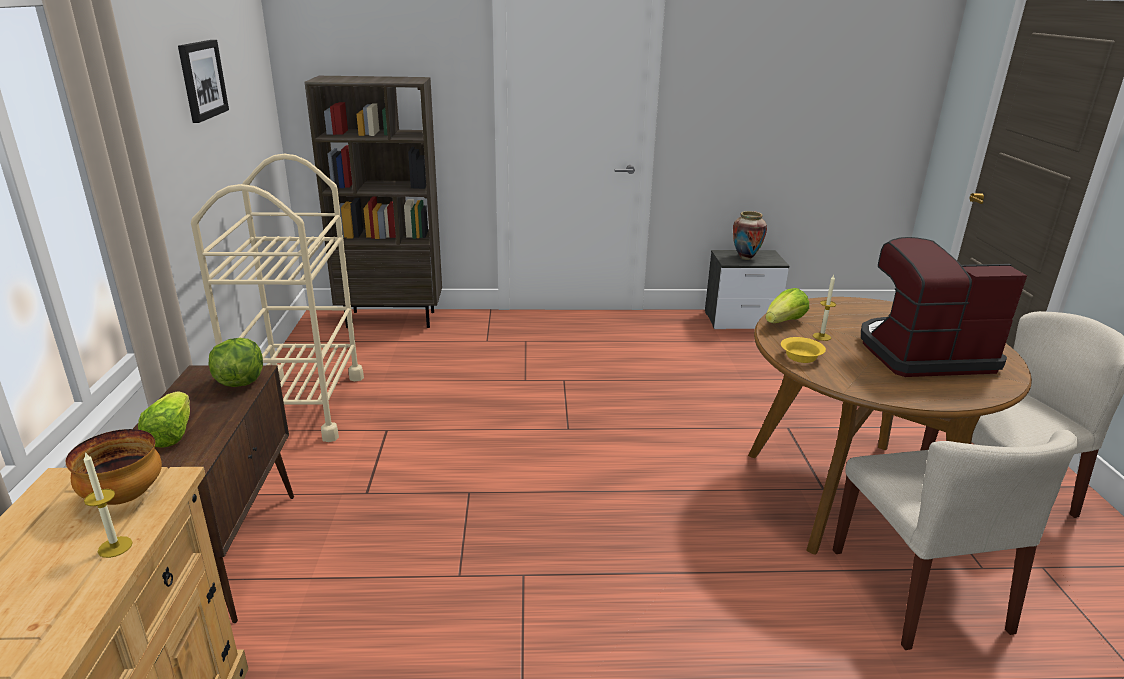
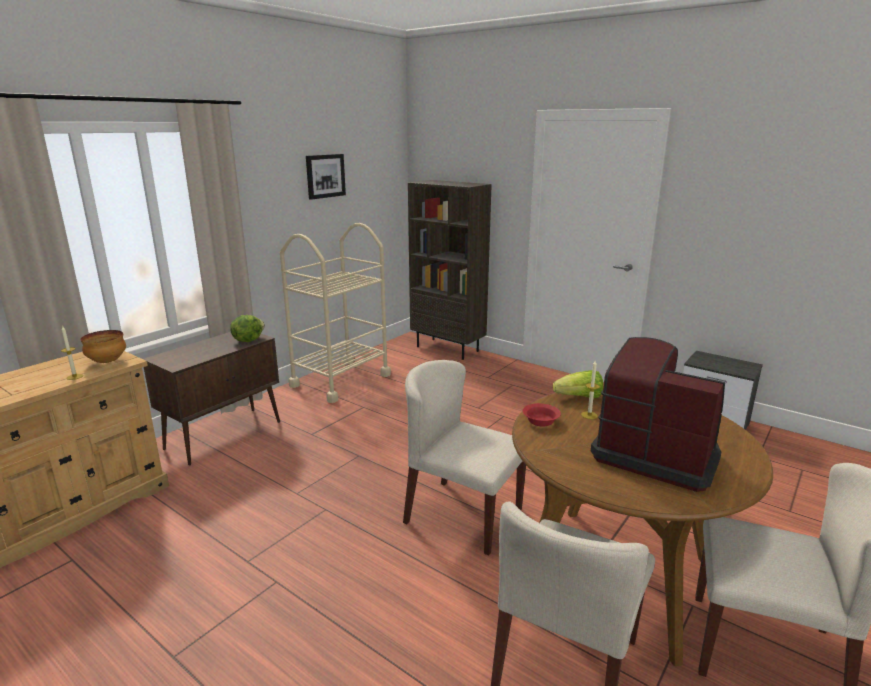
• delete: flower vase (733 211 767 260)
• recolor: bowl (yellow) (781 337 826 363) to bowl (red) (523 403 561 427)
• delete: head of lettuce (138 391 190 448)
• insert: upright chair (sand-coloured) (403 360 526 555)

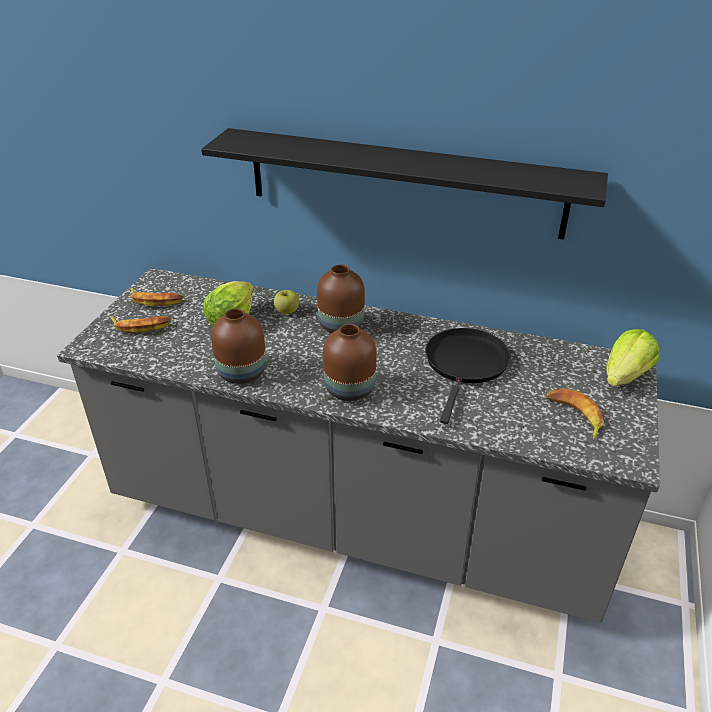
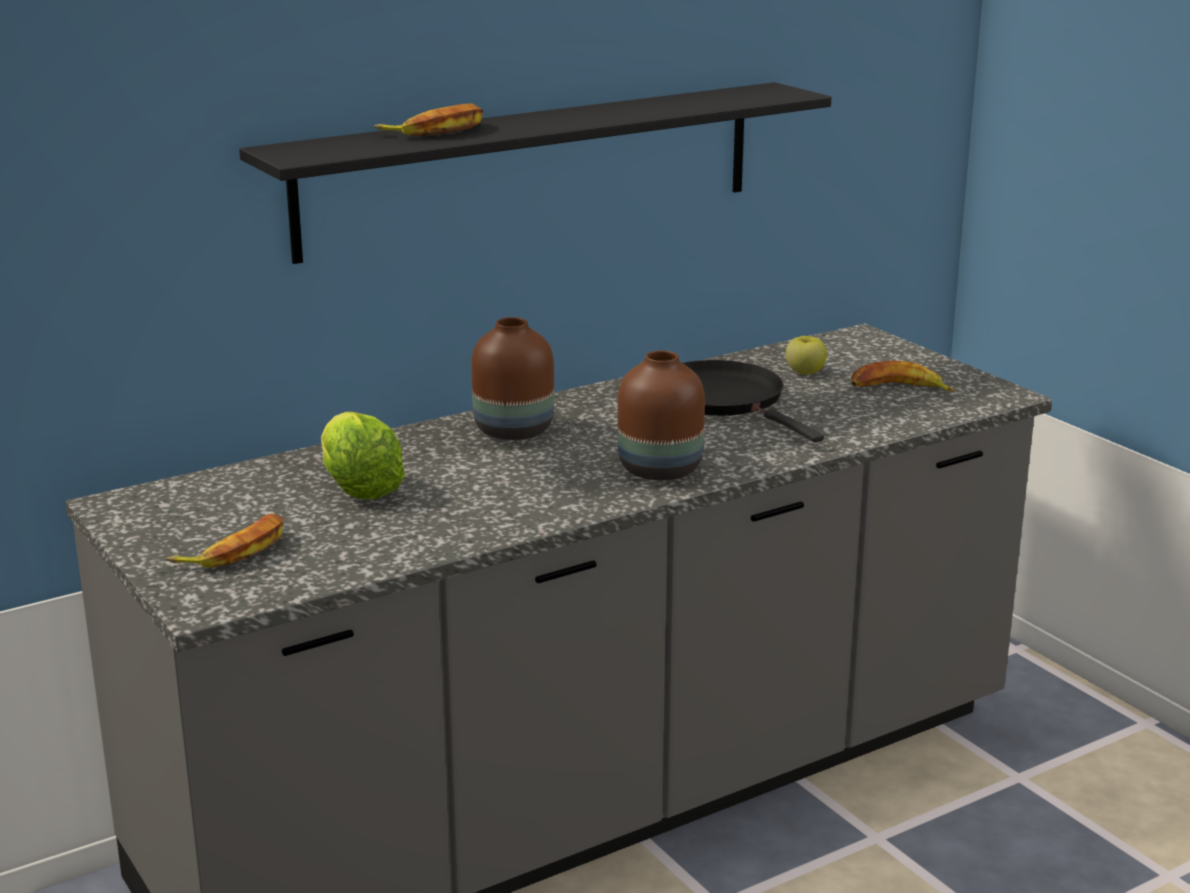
• move: banana fruit (130 287 184 306) to (374 103 483 136)
• move: apple (274 290 299 314) to (786 336 827 375)
• delete: flower vase (brownish) (211 308 266 384)
• delete: head of lettuce (606 329 660 386)

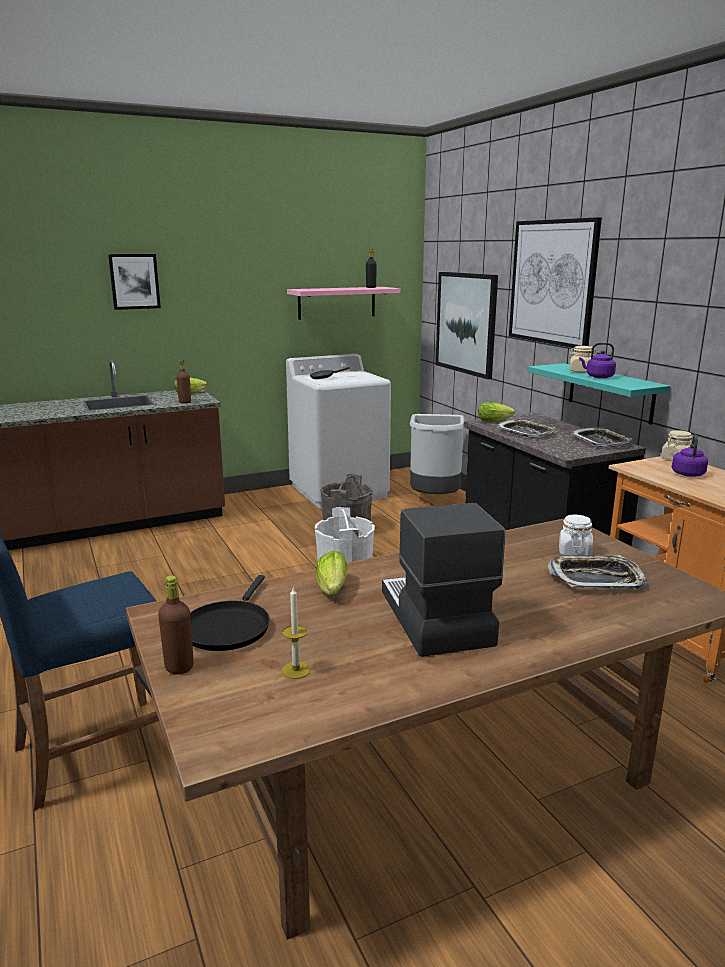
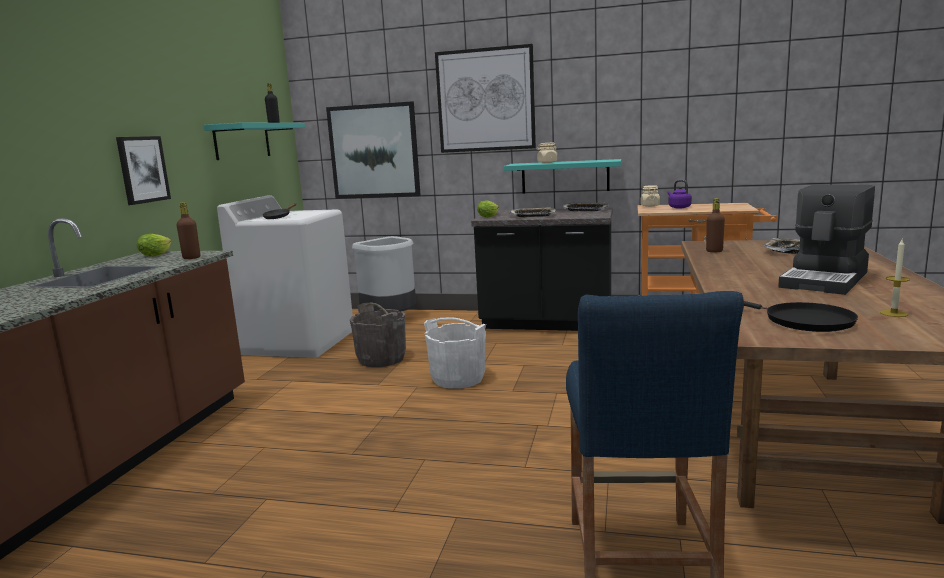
• move: picture (108 254 161 310) to (116 136 171 205)
• recolor: shelf (pink-coloured) (287 287 400 320) to shelf (turquoise-coloured) (203 122 305 160)
• delete: kettle (purple) (579 342 616 378)
• rotate: coffee maker (382 503 505 657) = (778 185 875 295) 75 degrees counterclockwise
• delete: storage jar (whitish) (559 515 593 556)
• delete: head of lettuce (316 551 348 595)
• move: bottle (brownish) (158 575 194 674) to (706 198 725 253)

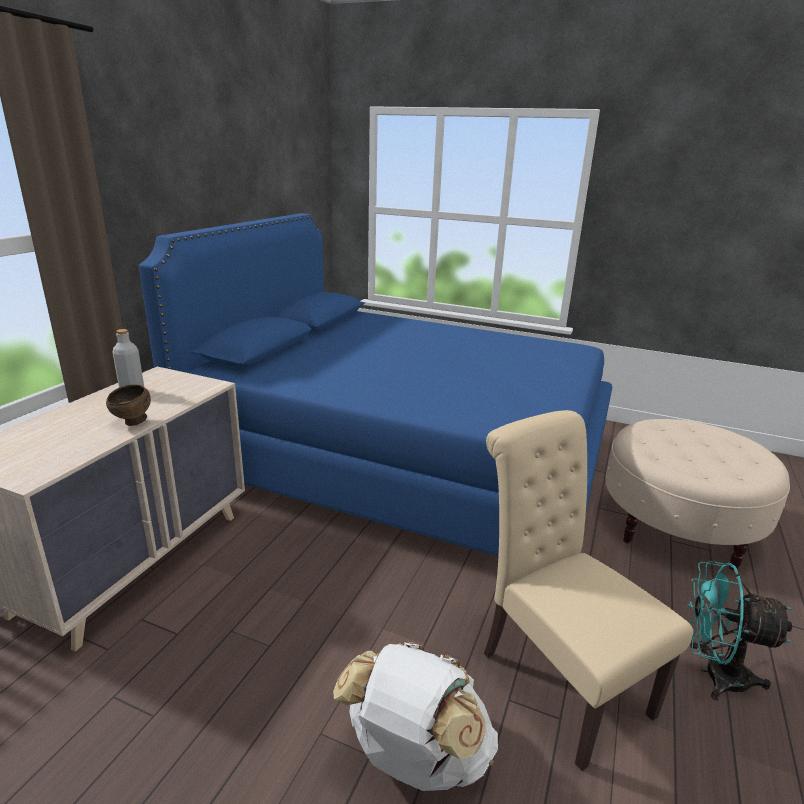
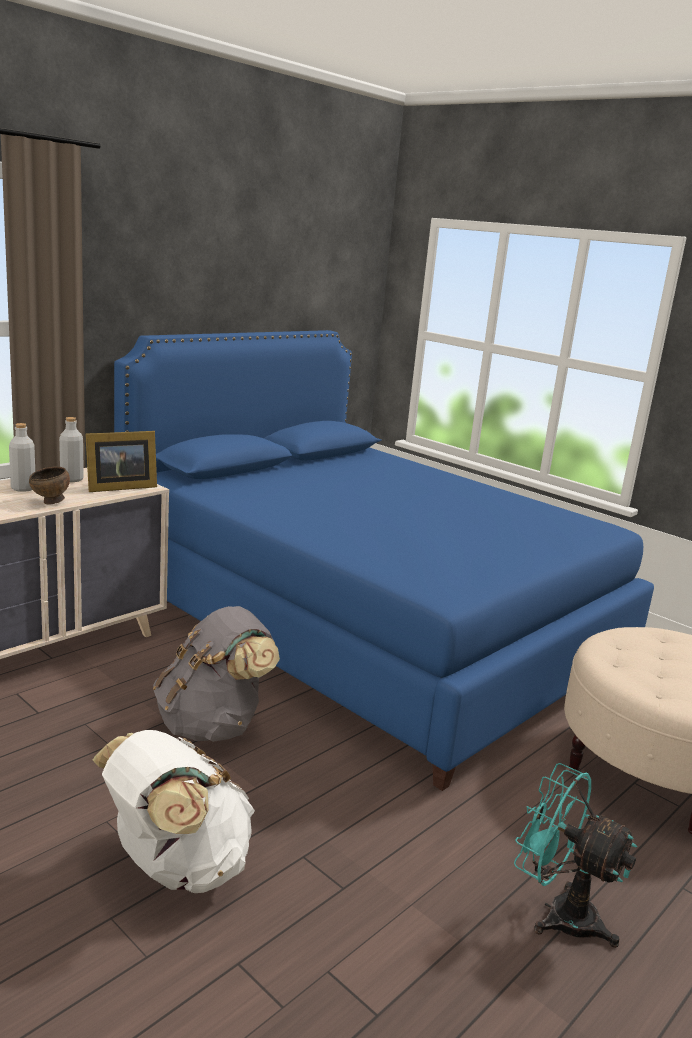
• delete: upright chair (sand-coloured) (484 410 693 771)
• insert: bottle (grey) (9 423 35 492)
• insert: photo frame (85 431 157 492)
• insert: rucksack (grey) (153 606 280 742)

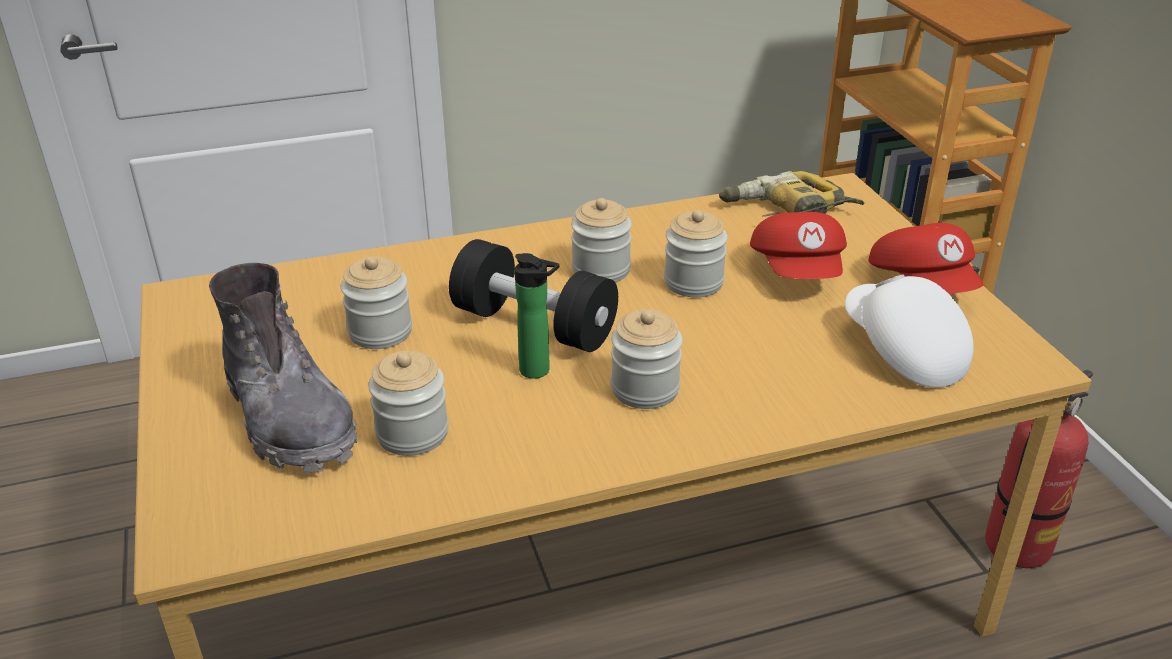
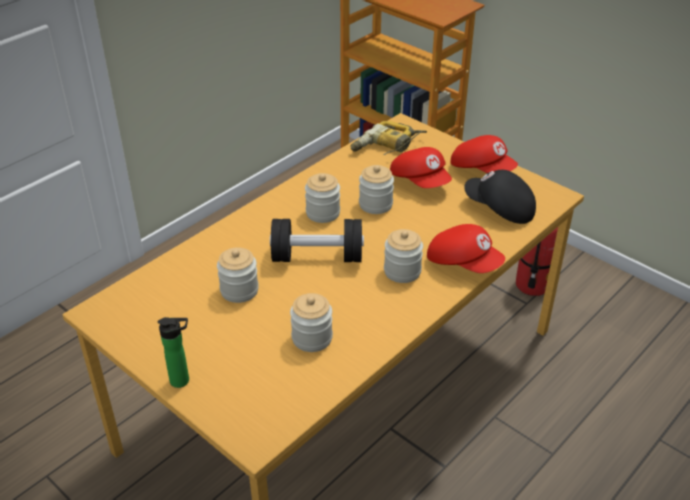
• move: bottle (515 253 560 379) to (157 317 189 388)
• delete: high-top boot (grey) (209 263 358 473)
• recolor: peaked cap (whitish) (845 274 974 388) to peaked cap (blackish) (464 170 536 224)
• insert: peaked cap (red) (427 224 505 273)

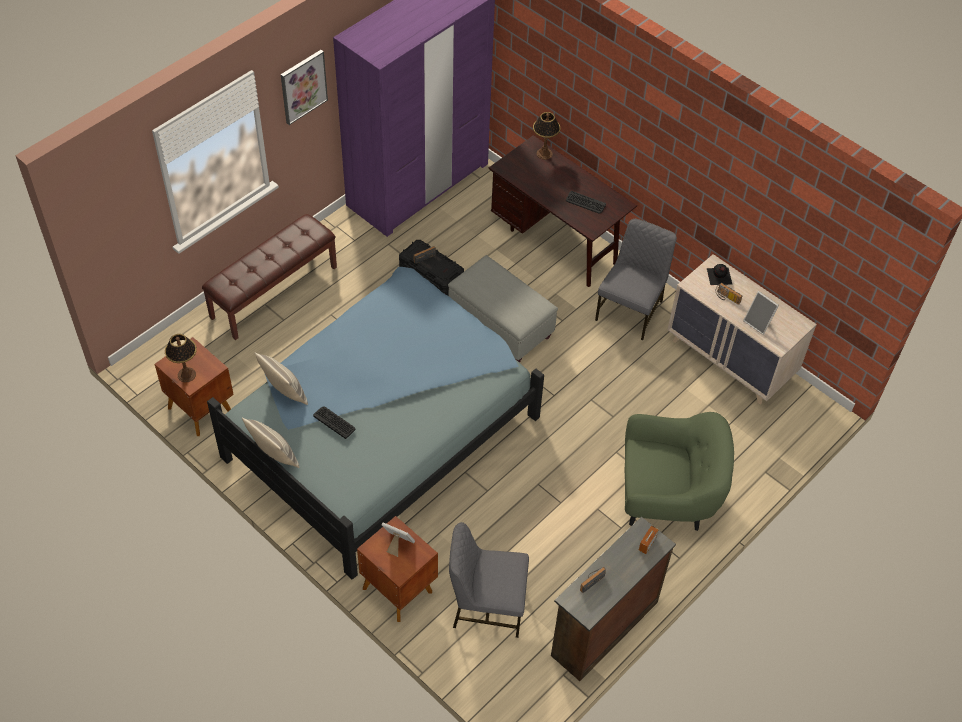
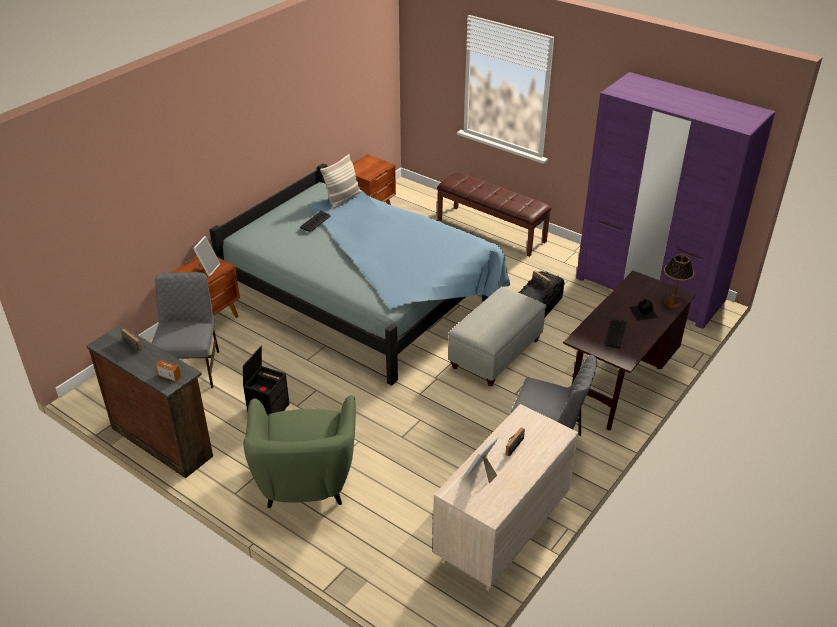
• delete: picture (281 50 328 125)
• move: bottle (blackish) (707 264 732 285) to (629 298 658 321)
• delete: tabletop lamp (165 334 197 382)
• delete: pillow (242 418 299 468)
• insert: storage bin (blackish) (243 346 289 415)

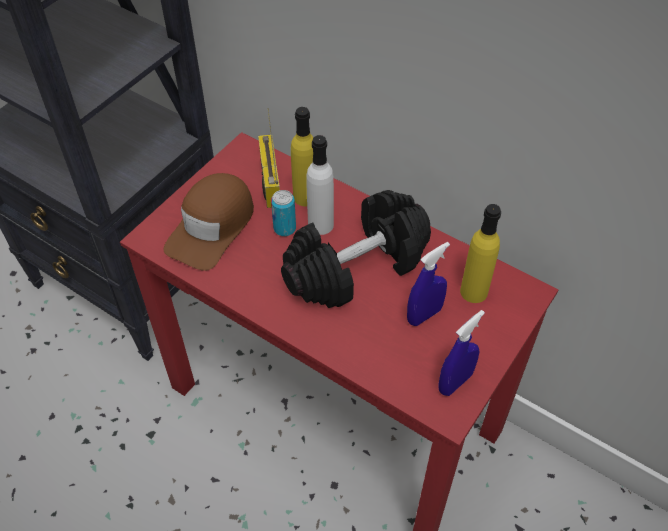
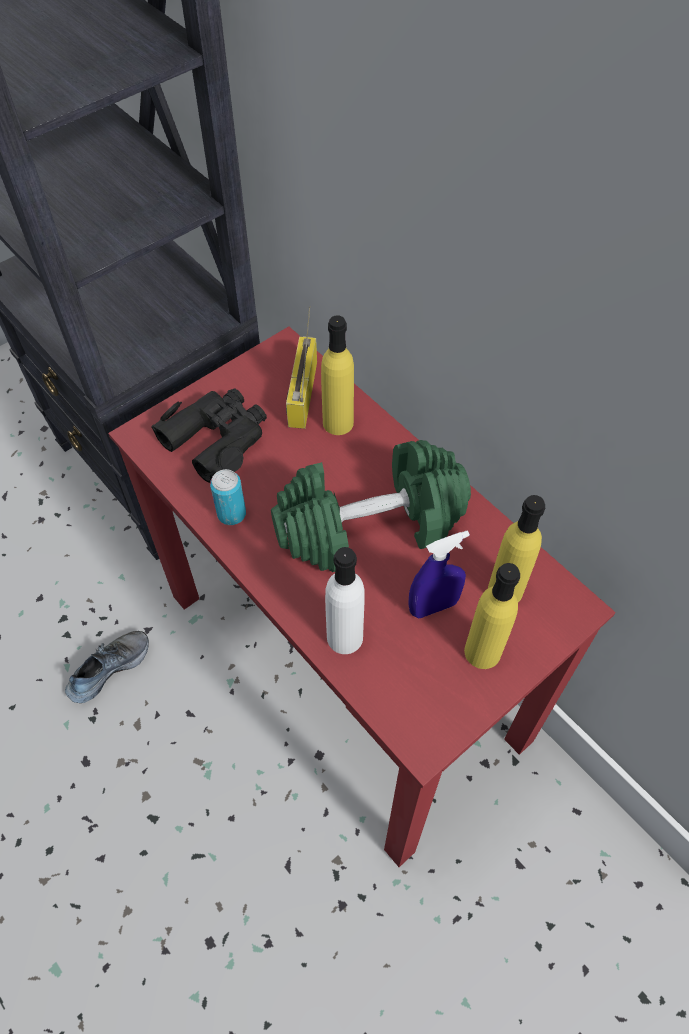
• move: bottle (whitish) (306 135 334 235) to (325 547 365 654)
• replace: peaked cap (brownish) (164 173 254 271) to pair of binoculars (blackish) (151 389 267 483)
• move: sealed can (271 190 296 236) to (210 469 246 525)
• recolor: free weight (blackish) (281 190 431 308) to free weight (green) (271 440 471 572)
• delete: spray bottle (blue) (438 310 485 396)
• insert: bottle (yellow) (464 563 520 669)
• insert: low shoe (65 631 149 703)

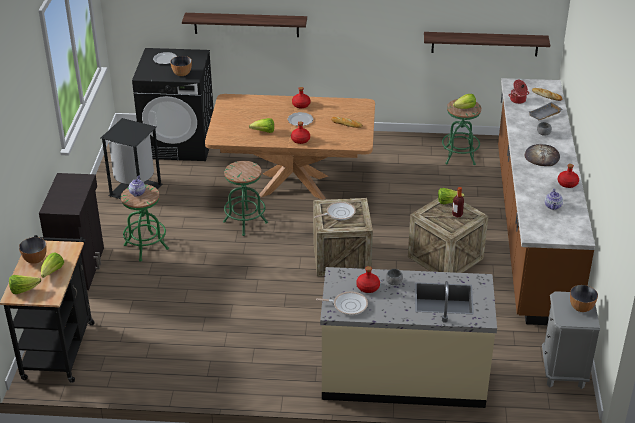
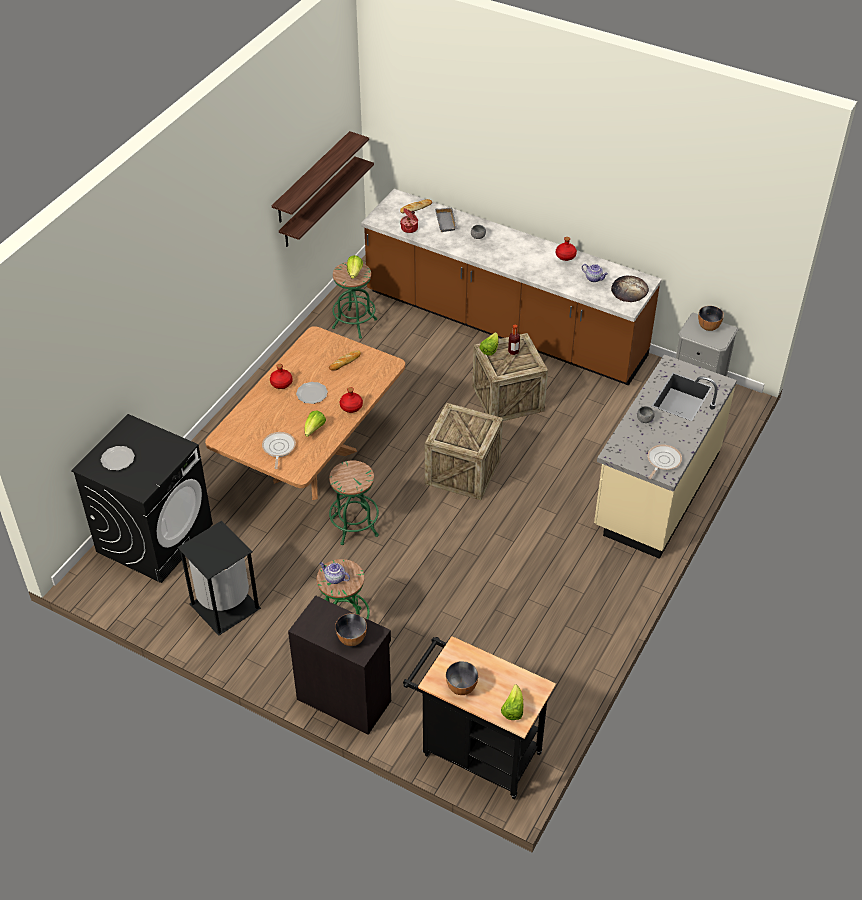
• move: shelf (182 13 307 37) to (272 131 369 223)
• move: bowl (170 56 192 76) to (335 613 367 646)
• move: bakery bread (524 144 560 166) to (611 276 649 302)
• move: skillet (314 202 356 220) to (262 432 296 469)
• delete: head of lettuce (41 253 64 278)
• delete: bottle (red) (356 266 380 293)

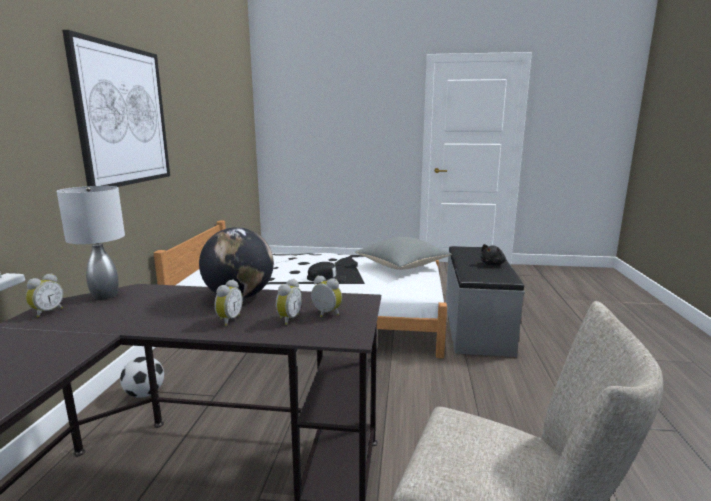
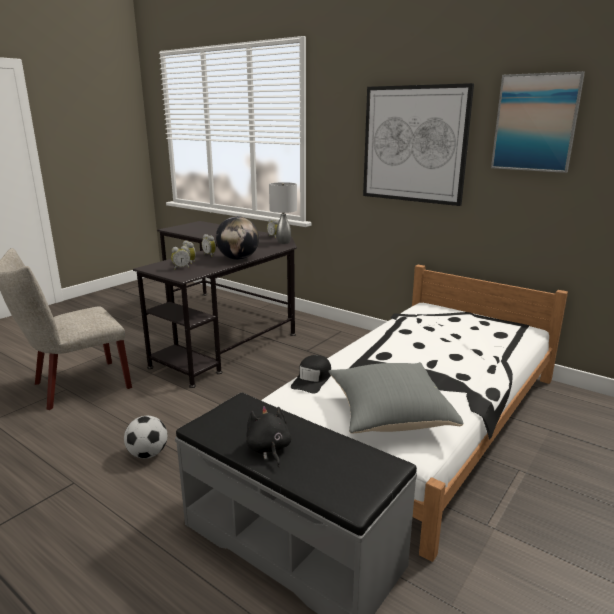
• move: peaked cap (blackish) (307 262 346 281) to (291 355 331 393)
• move: football (120 356 164 398) to (124 416 168 459)
• insert: picture (491 71 585 173)

